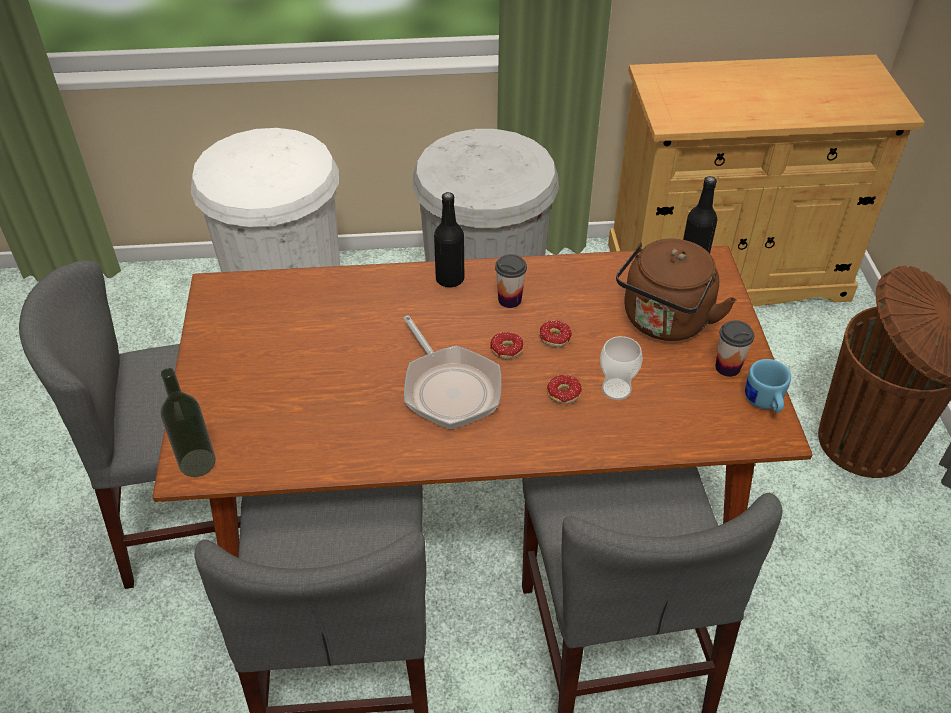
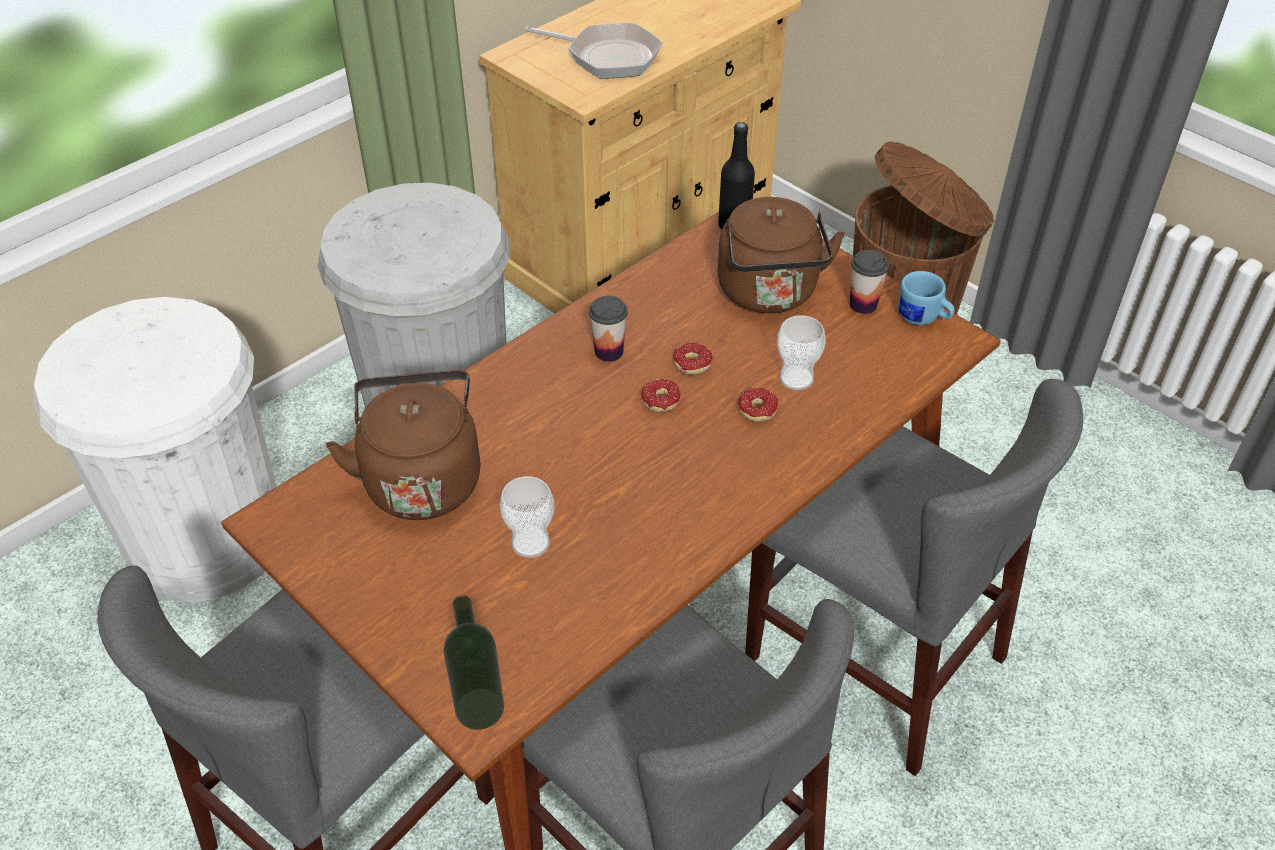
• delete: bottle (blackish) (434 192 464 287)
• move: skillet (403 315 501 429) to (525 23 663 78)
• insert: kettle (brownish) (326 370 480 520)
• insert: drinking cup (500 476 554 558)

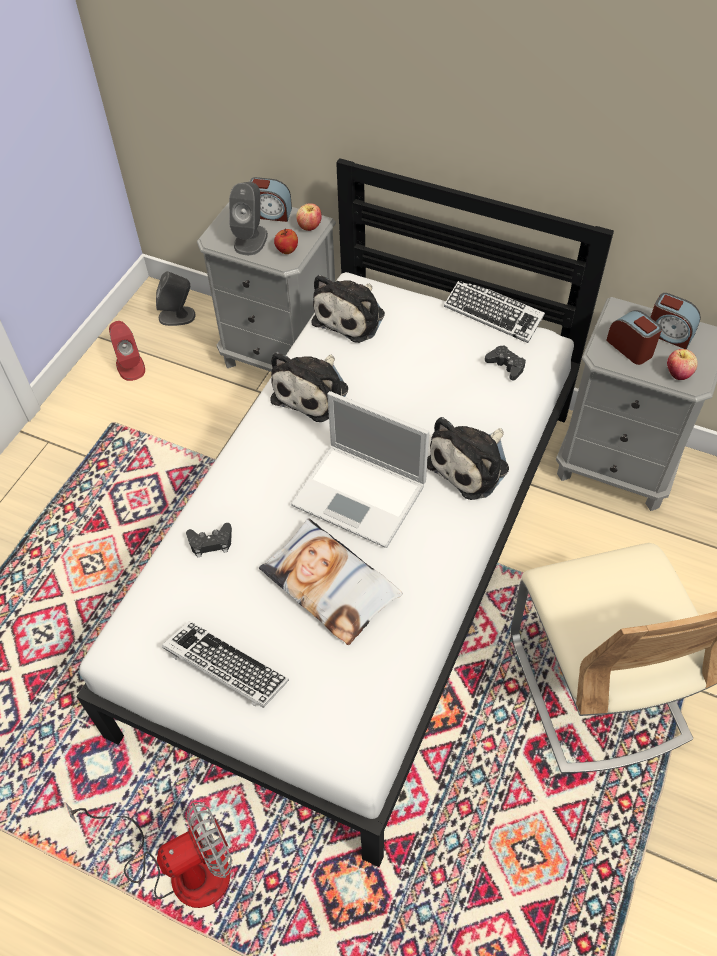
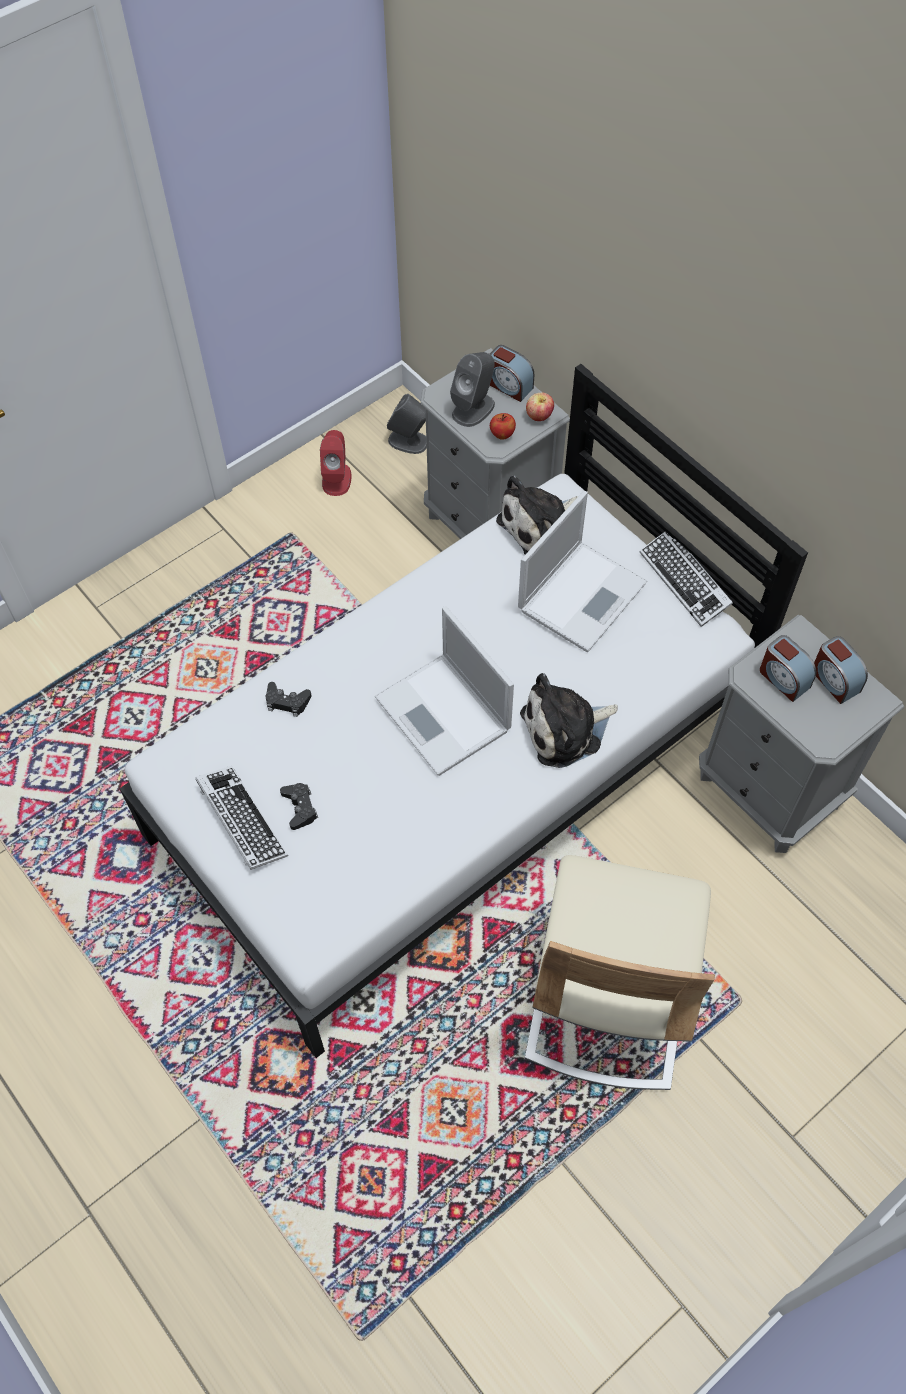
• rotate: table clock (606 310 662 365) = (760 635 817 702) 150 degrees clockwise
• move: gamepad (blackish) (485 345 526 381) to (280 783 318 830)
• delete: apple (667 349 698 380)
• delete: soft toy (270 352 348 422)
• delete: pillow (259 518 403 645)
• delete: electric fan (65 802 232 908)
• insert: notebook computer (518 491 647 652)

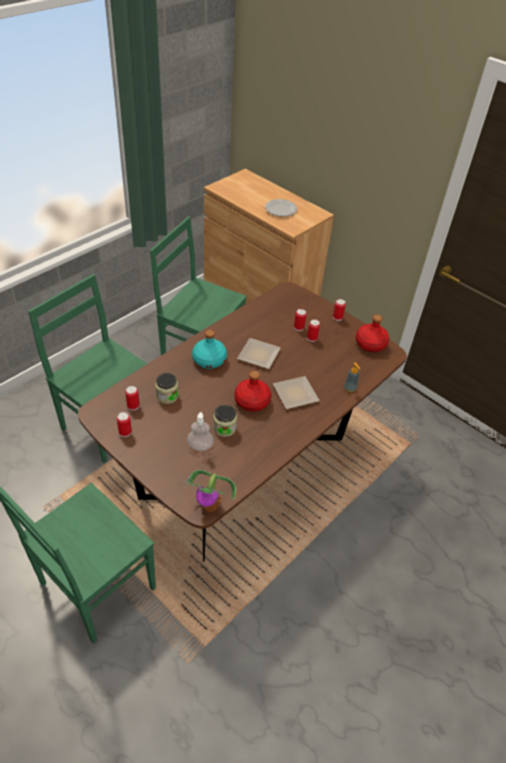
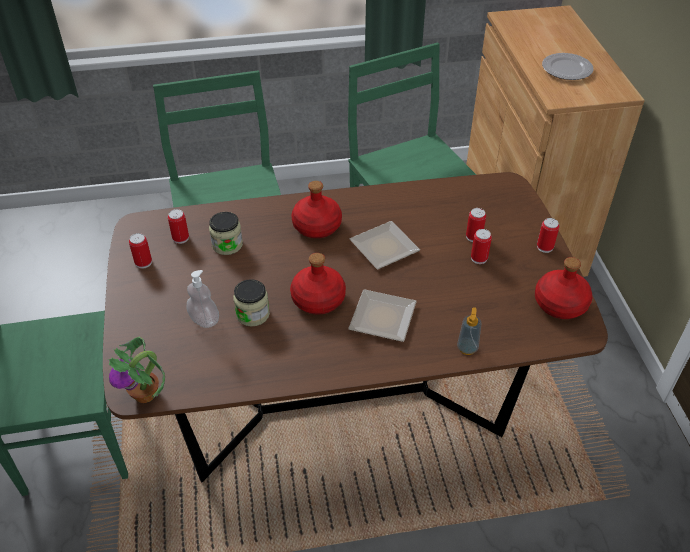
• recolor: bottle (turquoise-coloured) (192 330 227 369) to bottle (red) (291 181 342 238)

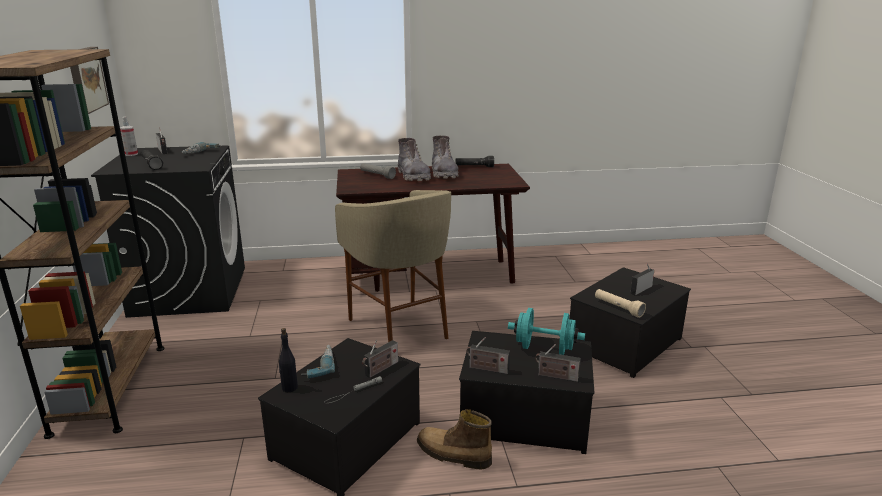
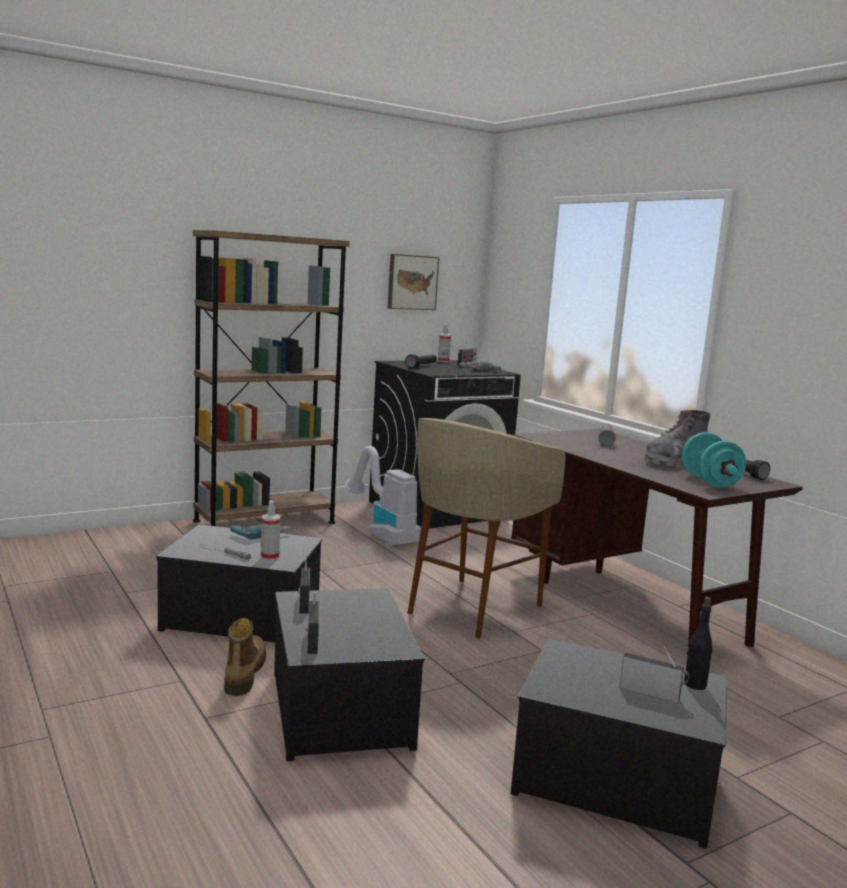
• delete: high-top boot (grey) (398 138 431 181)
• delete: hand torch (sand-coloured) (595 289 646 318)
• move: free weight (turquoise-coloured) (508 308 585 355) to (681 432 746 488)
• move: bottle (blackish) (279 328 298 392) to (684 597 713 690)
• replace: radio set (362 340 398 378) to spray bottle (261 501 281 561)
• insert: vacuum (345 446 421 547)

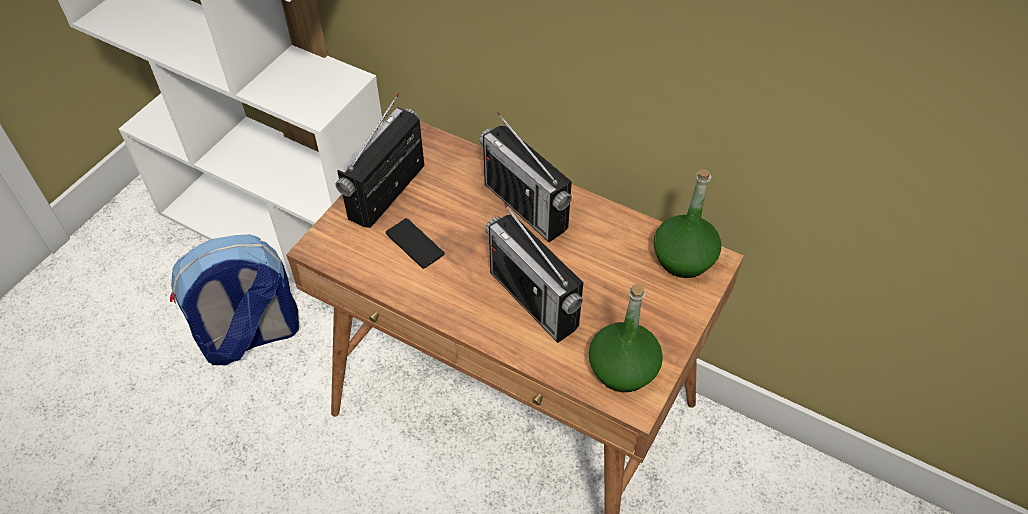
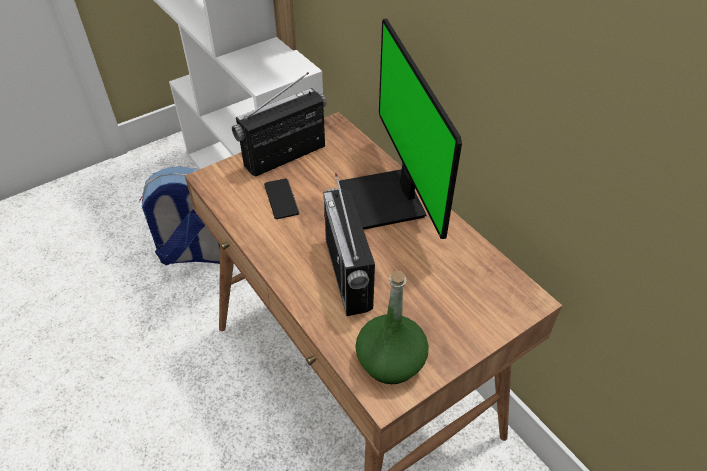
• replace: radio set (479 112 572 242) to computer display (339 19 462 239)
• delete: bottle (green) (654 169 721 278)

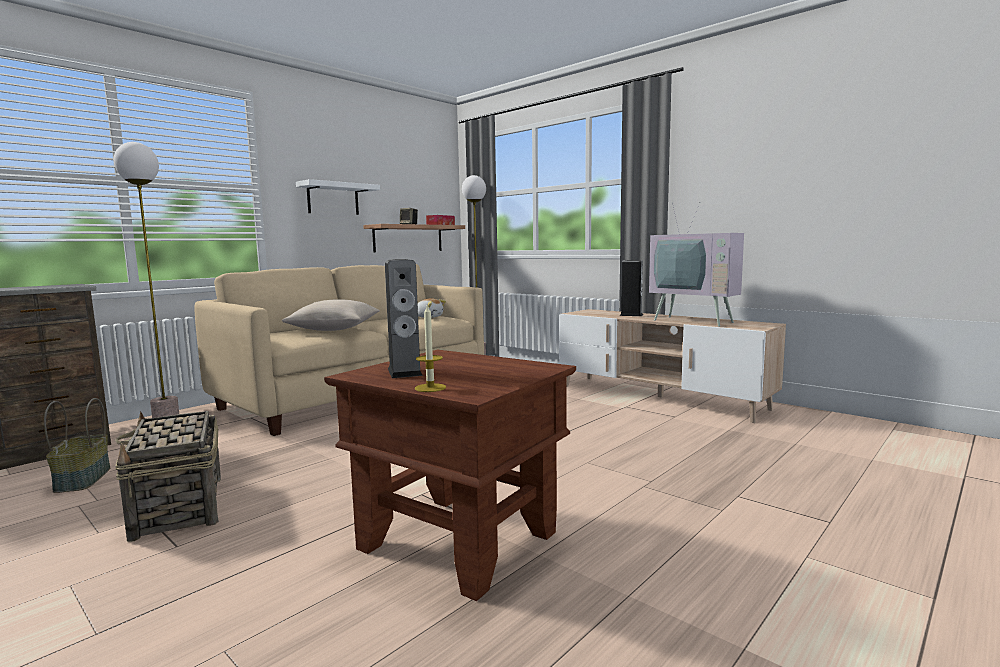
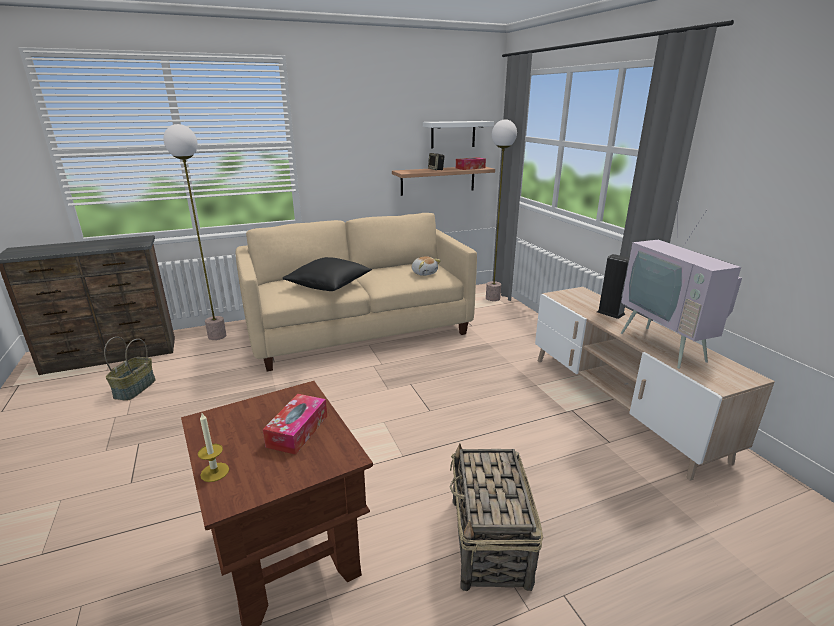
• move: shelf (whitish) (296 179 380 215) to (423 121 494 149)
• delete: audio speaker (385 259 423 378)
• recolor: pillow (sand-coloured) (282 299 380 331) to pillow (blackish) (283 257 372 291)
• move: household basket (115 411 221 542) to (449 444 543 591)
• insert: box of tissues (263 394 327 455)

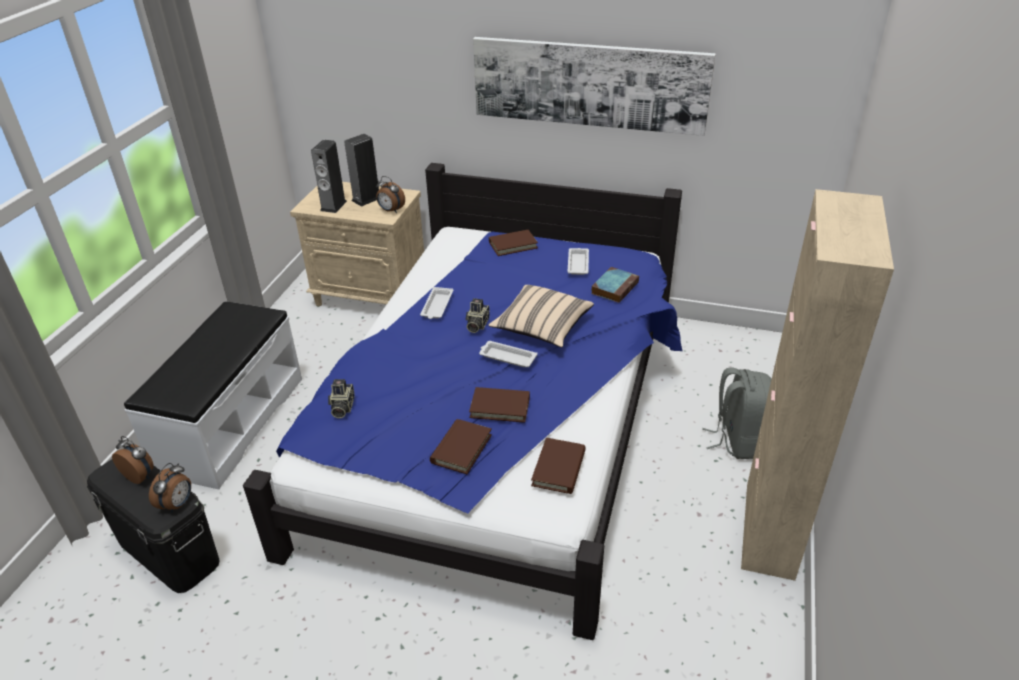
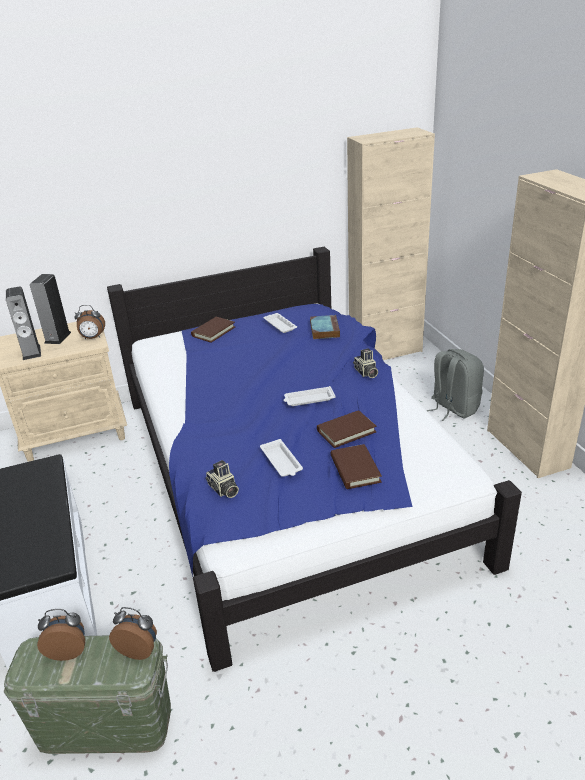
• delete: picture (473 37 716 136)
• delete: pillow (sand-coloured) (489 285 594 348)
• move: serving tray (whitish) (420 287 453 319) to (260 439 303 477)
• move: still camera (466 298 490 333) to (353 348 378 378)
• delete: volume (brownish) (531 438 586 494)
• recolor: storage bin (blackish) (87 459 220 593) to storage bin (green) (4 635 171 754)
• rotate: table clock (149 463 191 513) = (109 607 157 660) 60 degrees counterclockwise
• insert: cabinet (sand-coloured) (347 127 435 360)

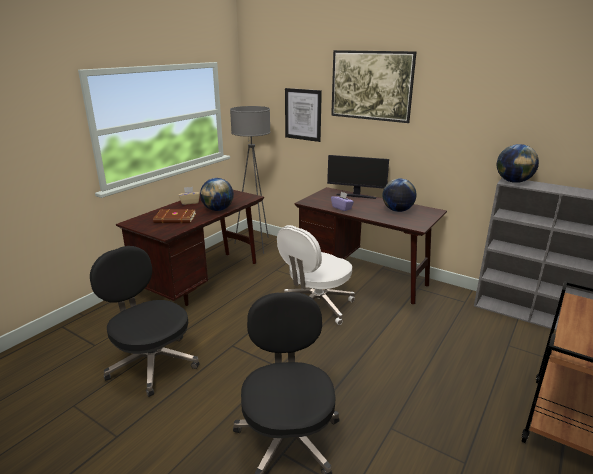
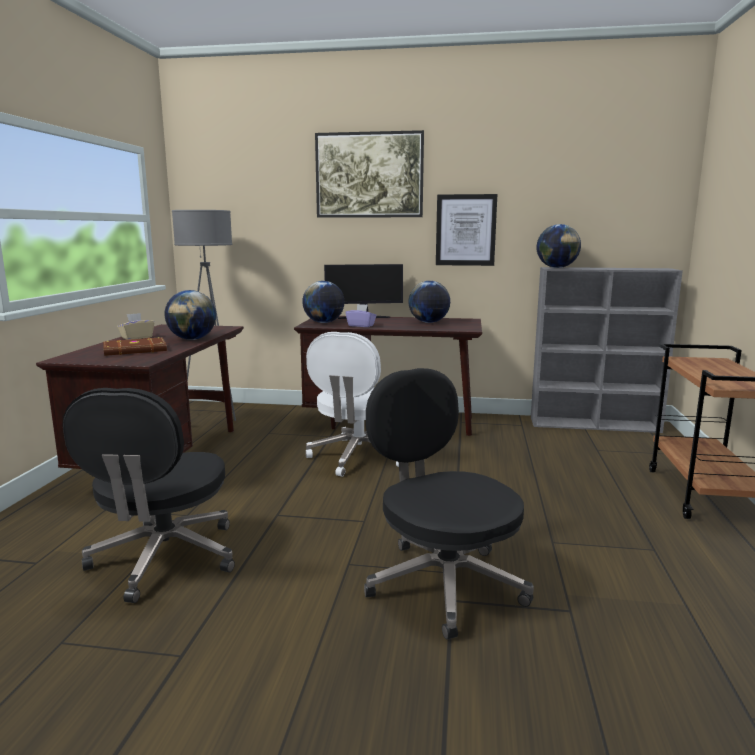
• move: picture (285 88 322 142) to (436 194 497 266)
• rotate: office chair (blackish) (90 246 200 397) = (62 388 235 603) 105 degrees counterclockwise
• insert: world globe (302 281 345 323)

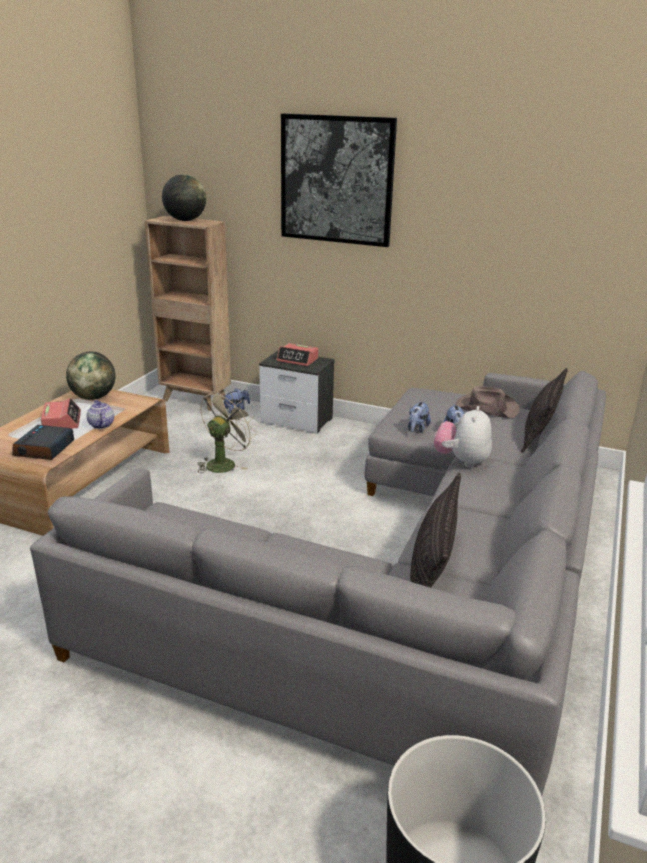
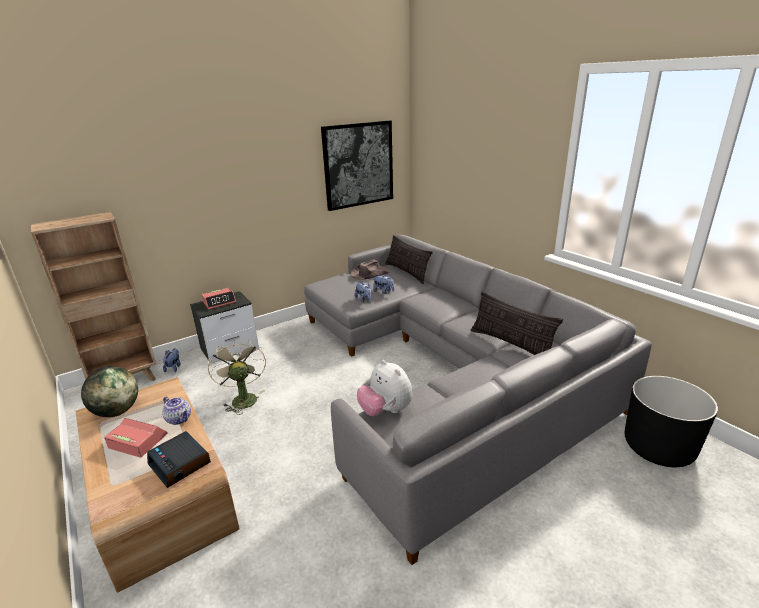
• move: picture (281 113 397 247) to (321 120 393 211)
• delete: world globe (162 174 206 221)
• rotate: teapot (87 400 114 429) = (162 396 191 425) 150 degrees counterclockwise
• move: soft toy (434 406 492 468) to (357 360 412 416)

